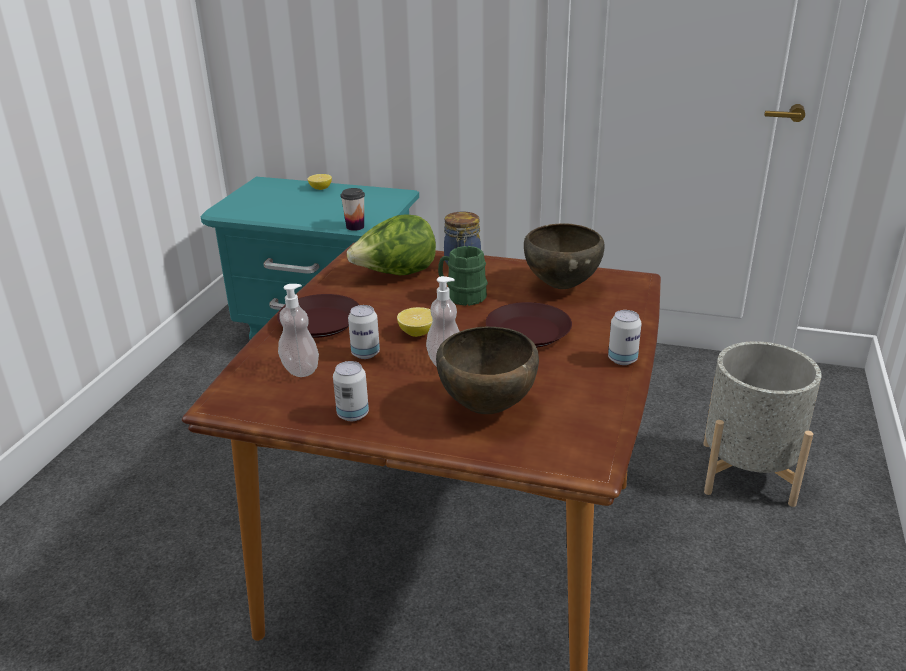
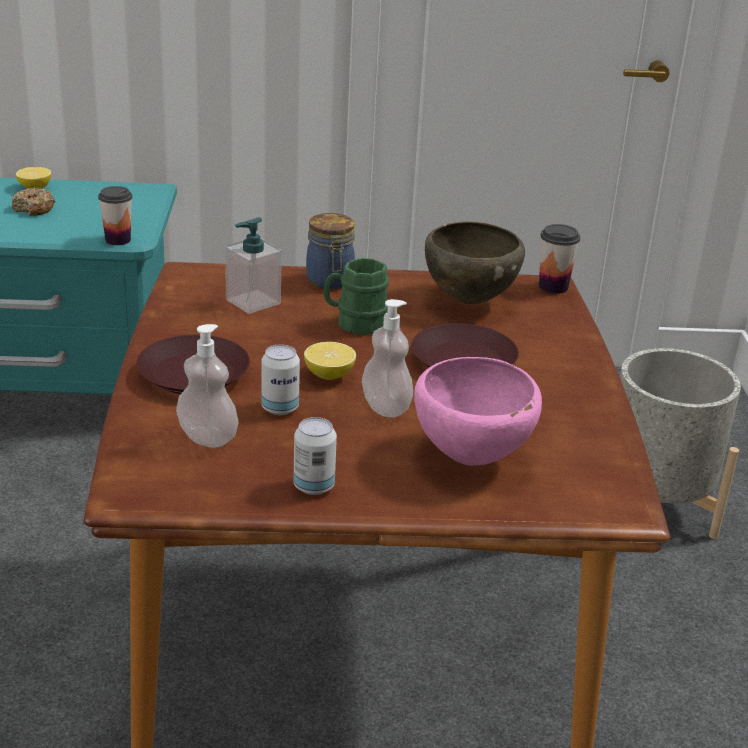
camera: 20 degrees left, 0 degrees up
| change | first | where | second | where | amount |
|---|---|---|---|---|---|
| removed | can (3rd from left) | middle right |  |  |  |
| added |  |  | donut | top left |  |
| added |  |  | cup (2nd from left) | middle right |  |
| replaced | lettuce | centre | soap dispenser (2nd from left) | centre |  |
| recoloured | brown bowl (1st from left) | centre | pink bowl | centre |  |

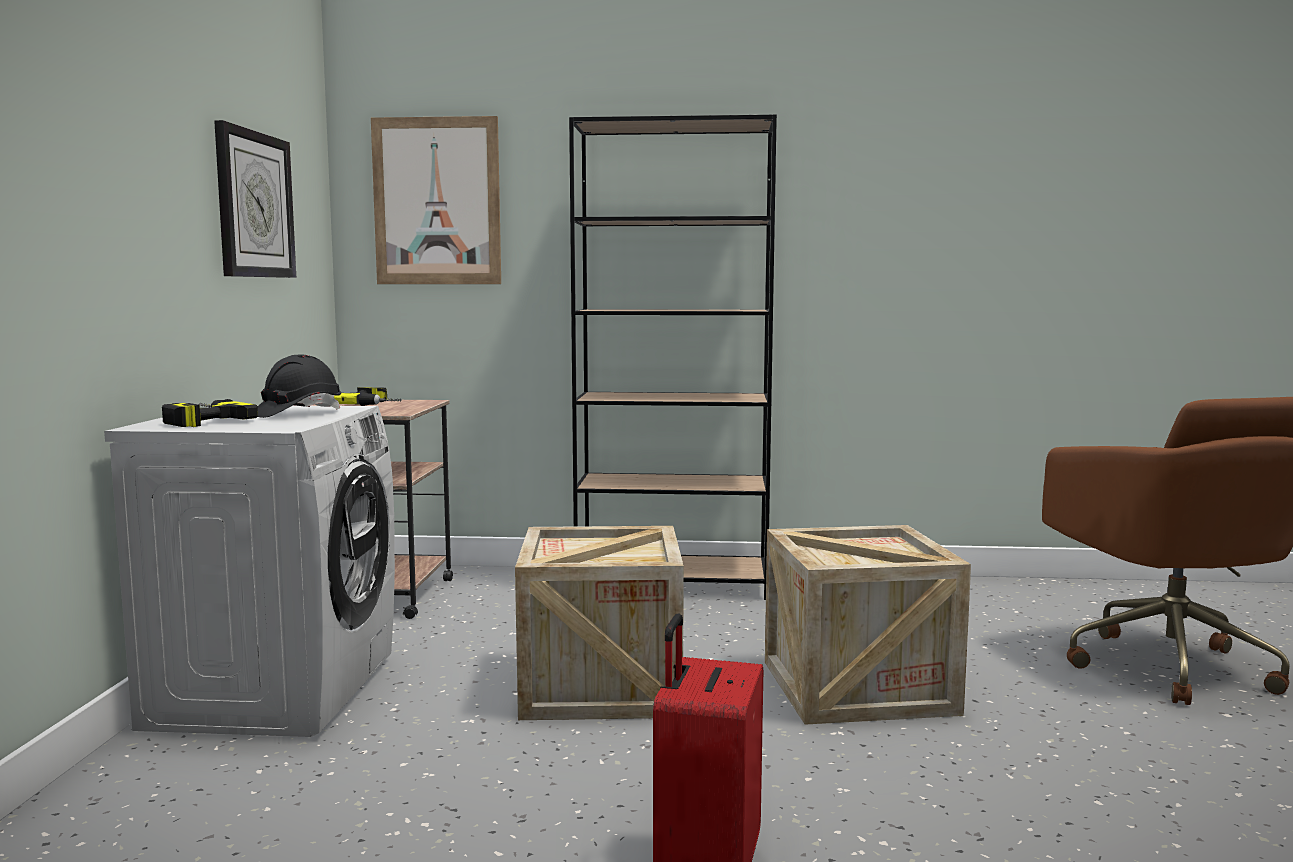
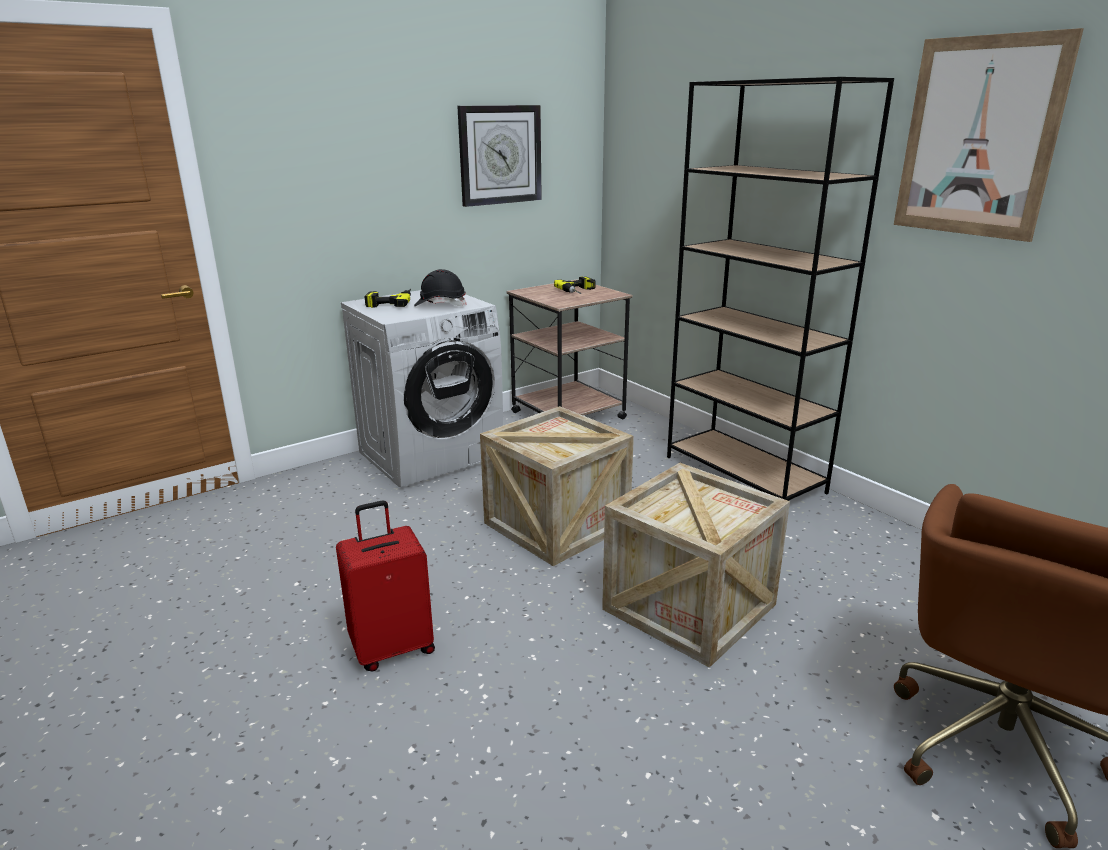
camera: 50 degrees right, 15 degrees up
| change | first | where | second | where | amount |
|---|---|---|---|---|---|
| moved | picture | top centre |  | top right |  |

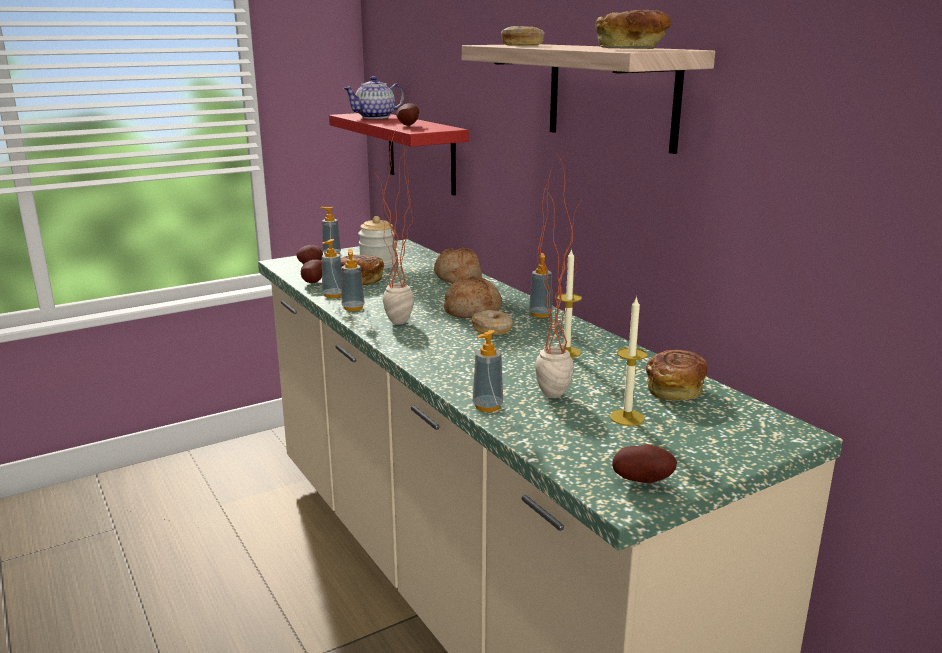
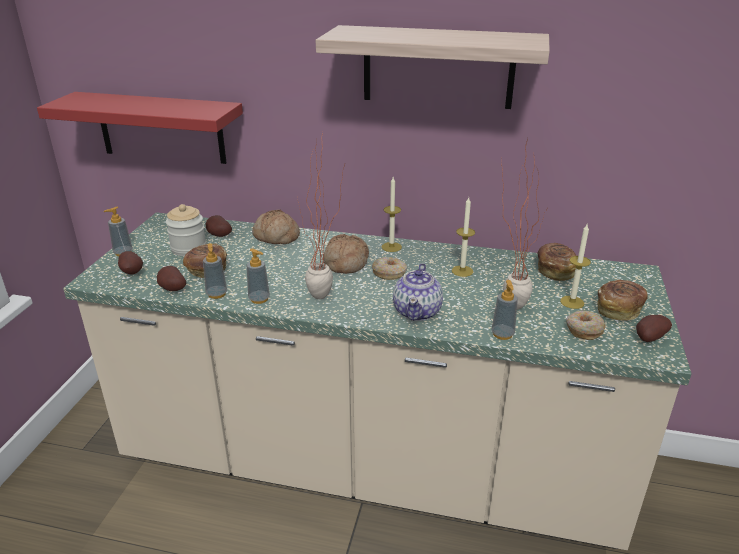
camera: 45 degrees left, 10 degrees up
| change | first | where | second | where | amount |
|---|---|---|---|---|---|
| moved | teapot | top centre |  | centre |  |
| moved | potato (3rd from left) | top centre |  | middle left |  |
| moved | donut (2nd from left) | top centre |  | middle right |  |
| moved | bread (4th from left in the first image) | top right | bread (5th from left) | middle right |  |
| replaced | soap dispenser (5th from left) | centre | candle (1st from left) | centre |  |

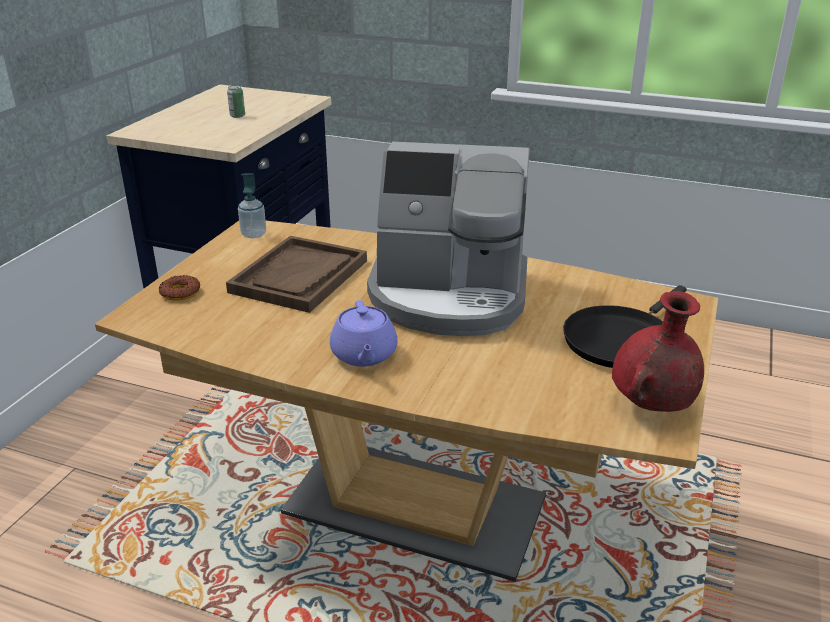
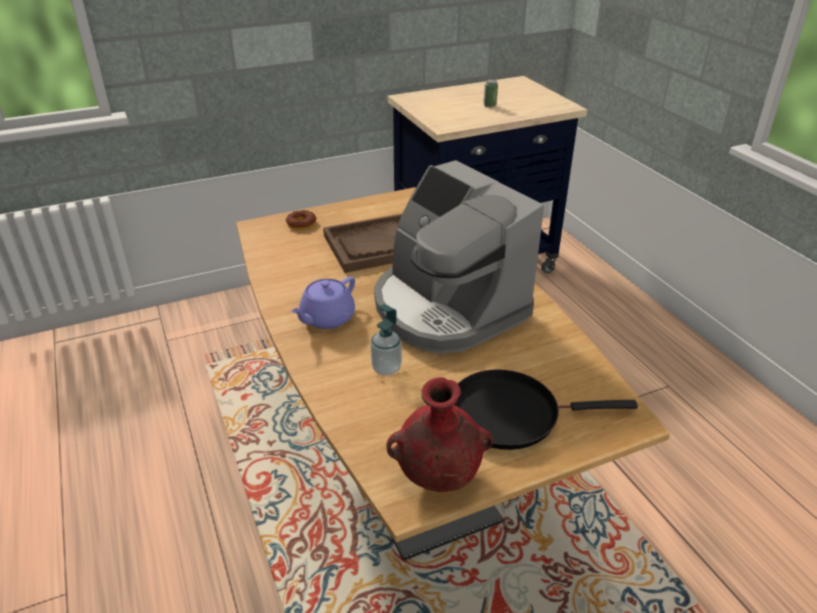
camera: 45 degrees right, 5 degrees up
| change | first | where | second | where | amount |
|---|---|---|---|---|---|
| moved | soap dispenser | top left |  | centre |  |

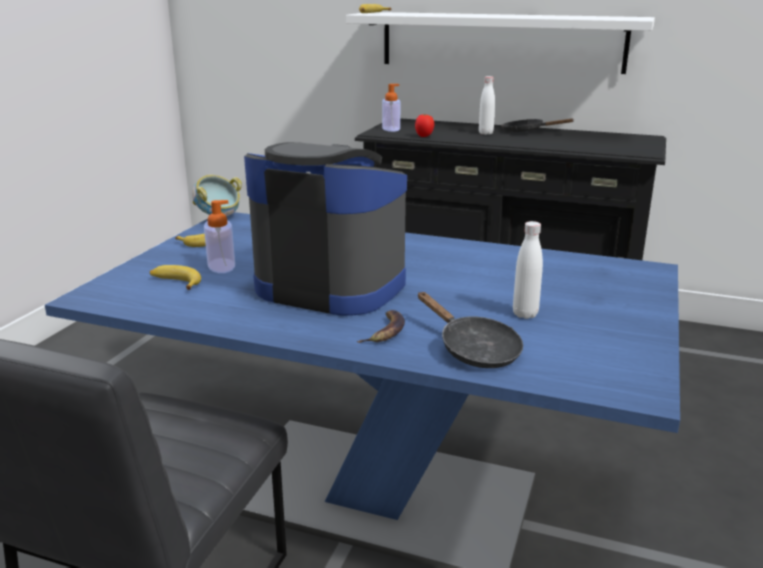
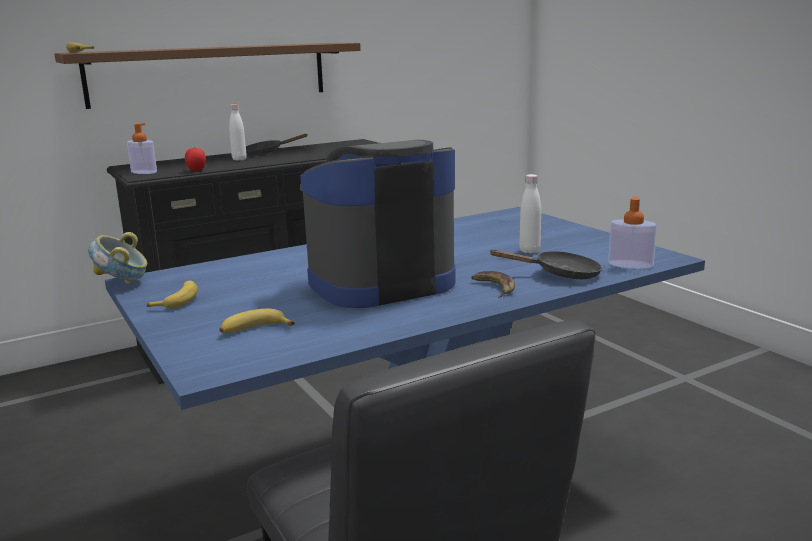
camera: 50 degrees left, 5 degrees down
| change | first | where | second | where | amount |
|---|---|---|---|---|---|
| moved | soap dispenser (1st from left in the first image) | middle left | soap dispenser (2nd from left) | middle right |  |
| recoloured | white shelf | top centre | brown shelf | top left |  |

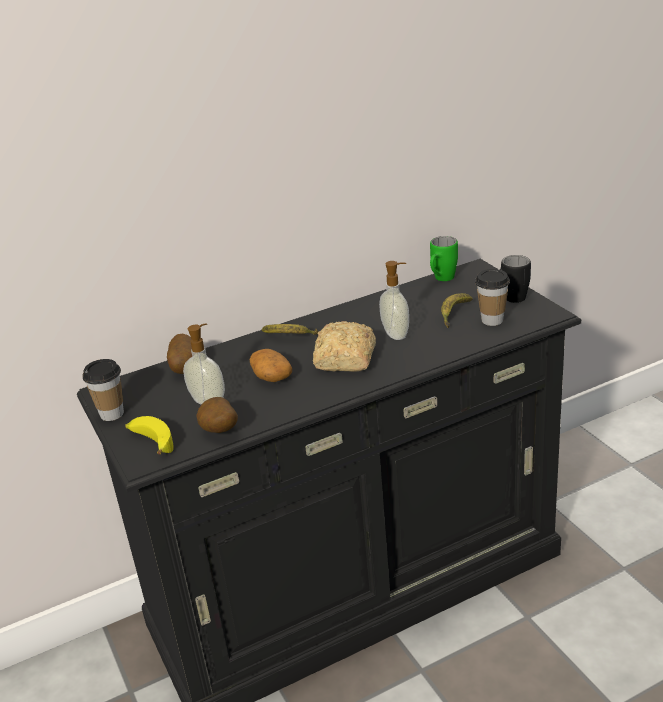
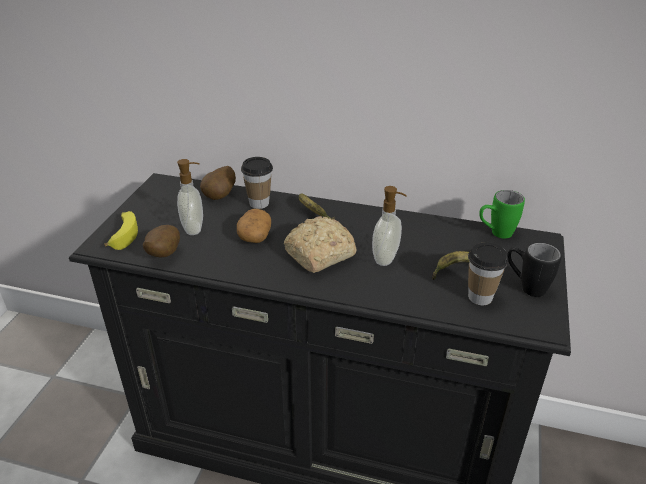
camera: 40 degrees right, 5 degrees up
| change | first | where | second | where | amount |
|---|---|---|---|---|---|
| moved | cup (1st from left) | middle left |  | centre |  |

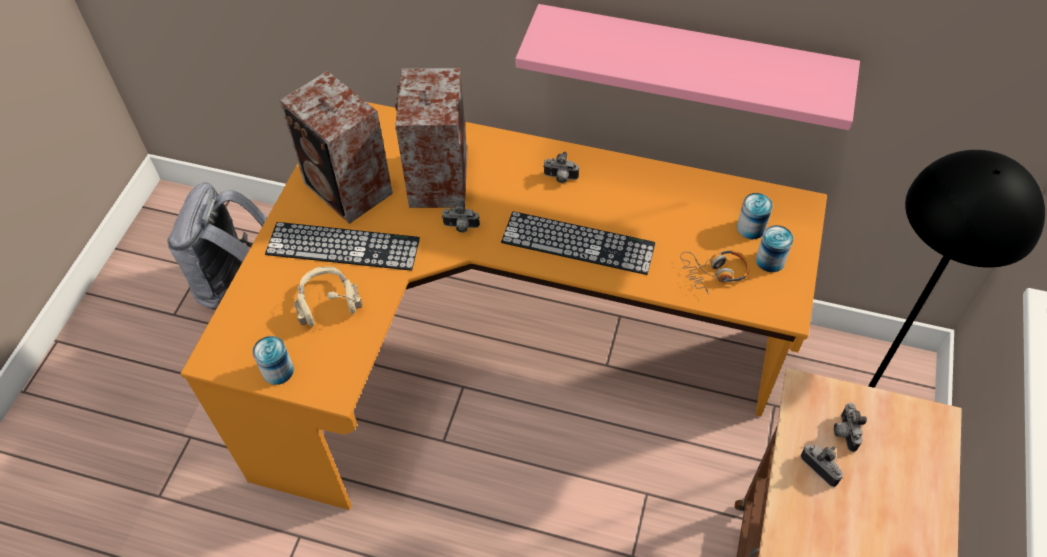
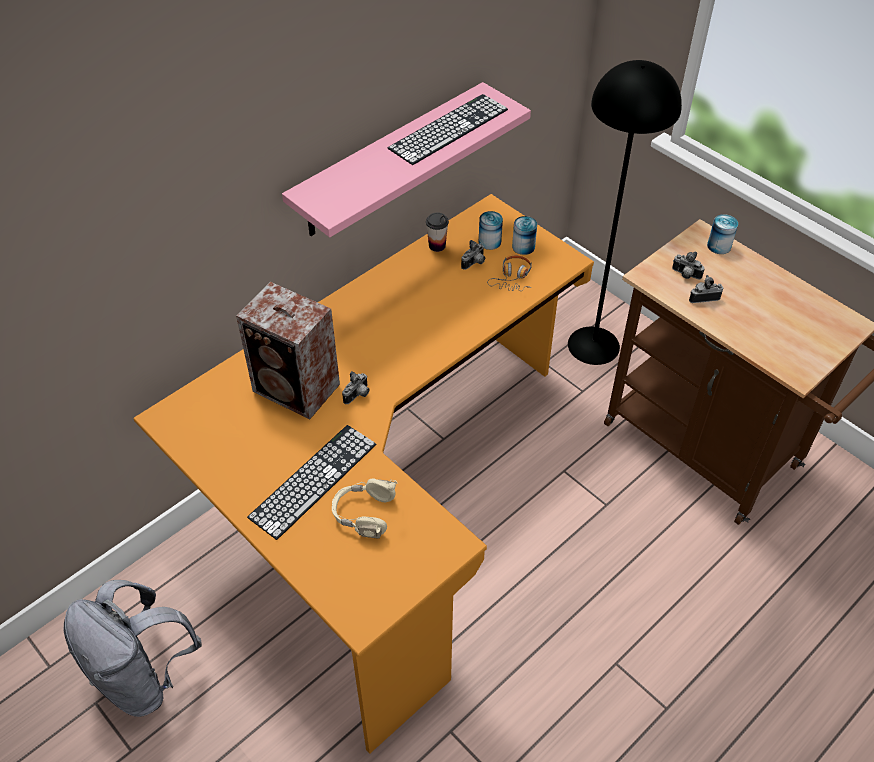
camera: 60 degrees left, 5 degrees down
| change | first | where | second | where | amount |
|---|---|---|---|---|---|
| removed | speaker (1st from left) | top left |  |  |  |
| added |  |  | cup | top centre |  |
| moved | can (1st from left in the first image) | middle left | can (3rd from left) | top right |  |
| moved | keyboard (2nd from left) | centre |  | top centre |  |
| moved | photo camera (2nd from left) | top centre |  | centre |  |

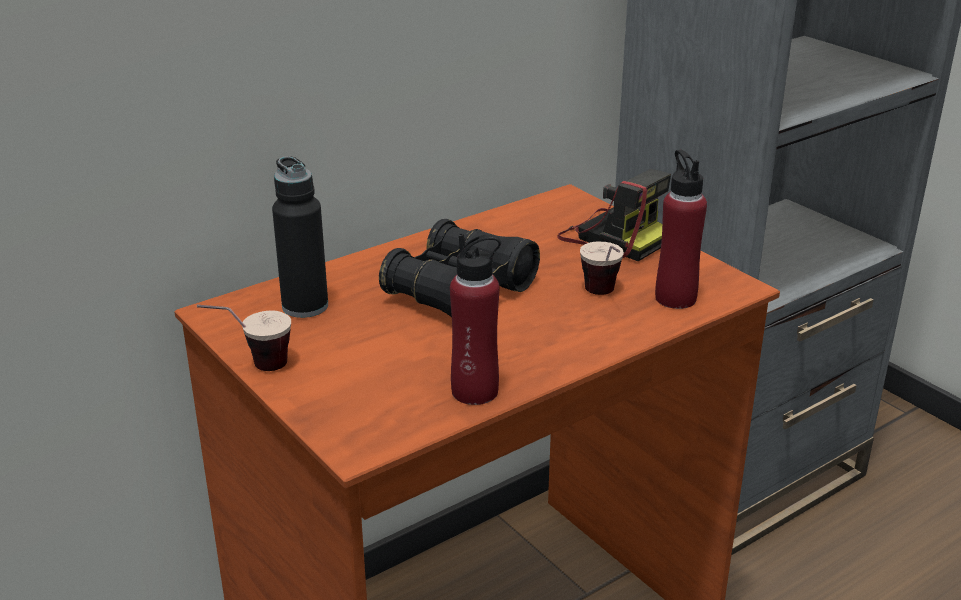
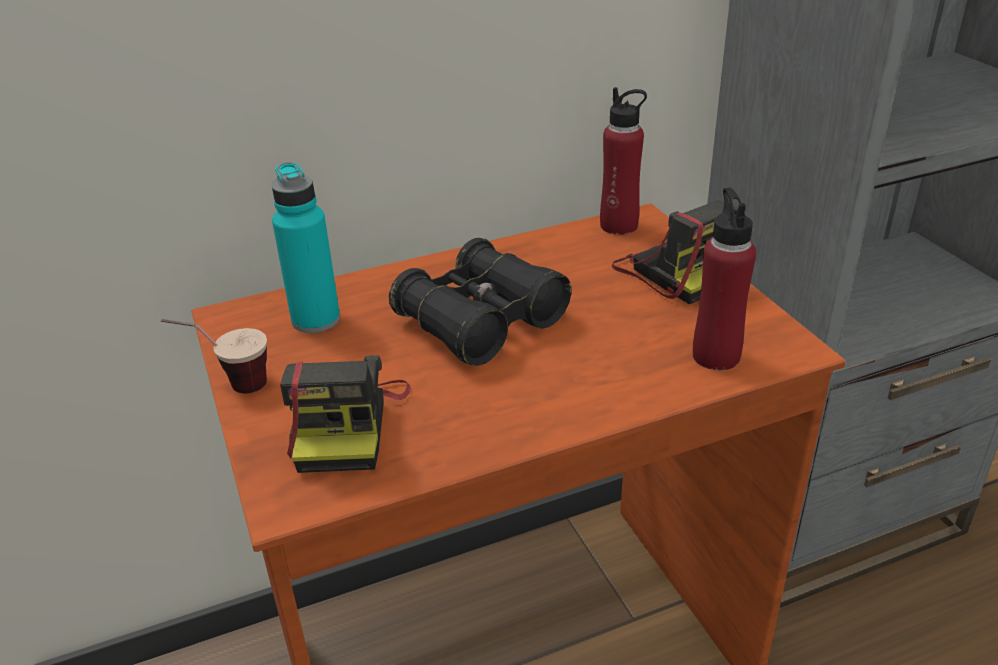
camera: 15 degrees right, 5 degrees up
| change | first | where | second | where | amount |
|---|---|---|---|---|---|
| removed | cup (2nd from left) | centre |  |  |  |
| added |  |  | photo camera (1st from left) | centre |  |
| moved | red bottle (1st from left) | centre |  | top centre |  |
| recoloured | black bottle | middle left | turquoise bottle | middle left |  |

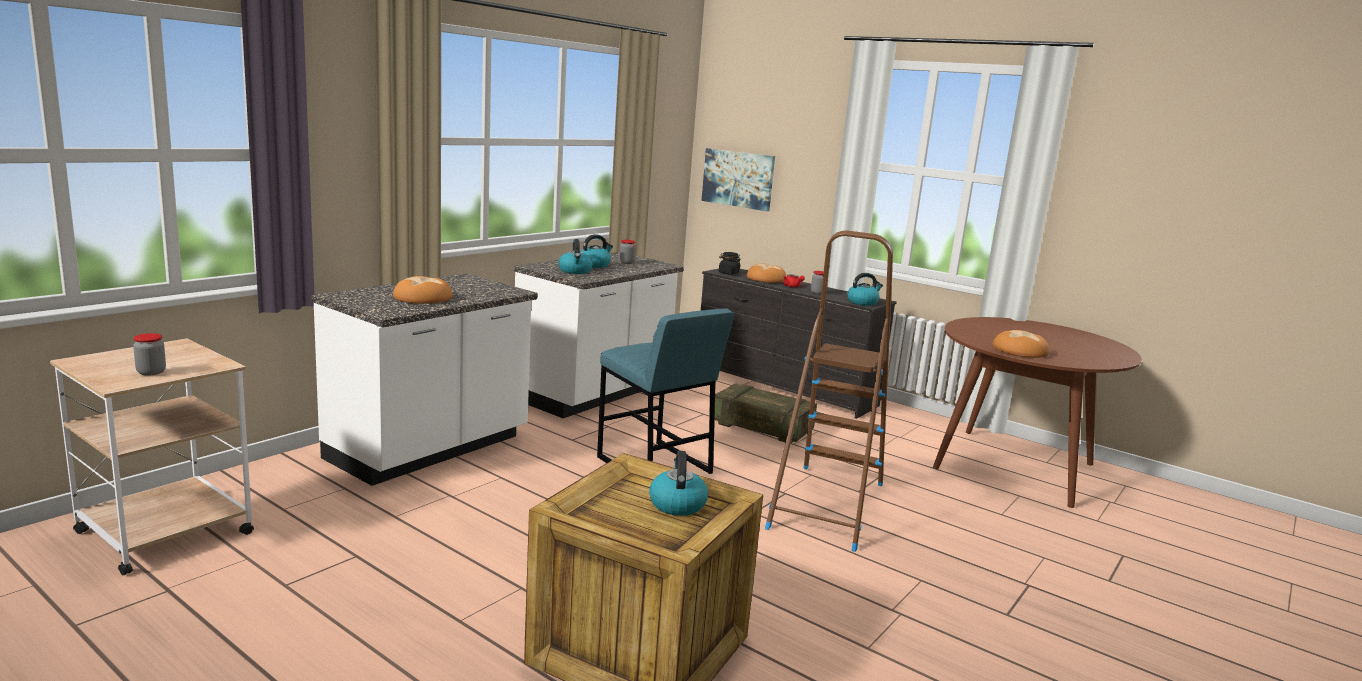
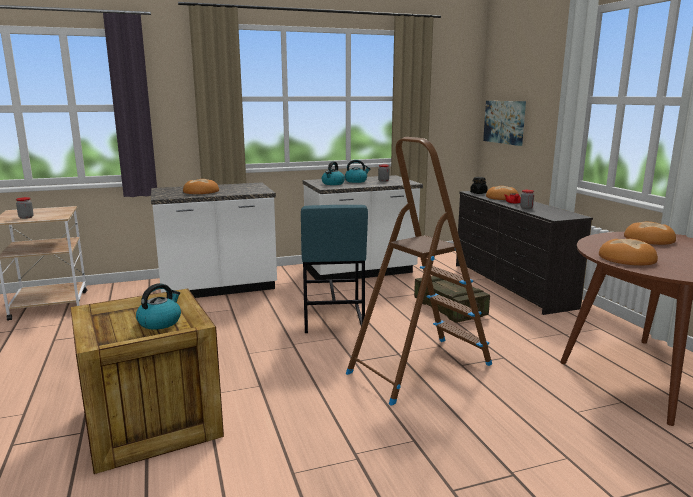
camera: 35 degrees right, 0 degrees up
| change | first | where | second | where | amount |
|---|---|---|---|---|---|
| removed | kettle (4th from left) | centre |  |  |  |
| added |  |  | bread (4th from left) | middle right |  |

